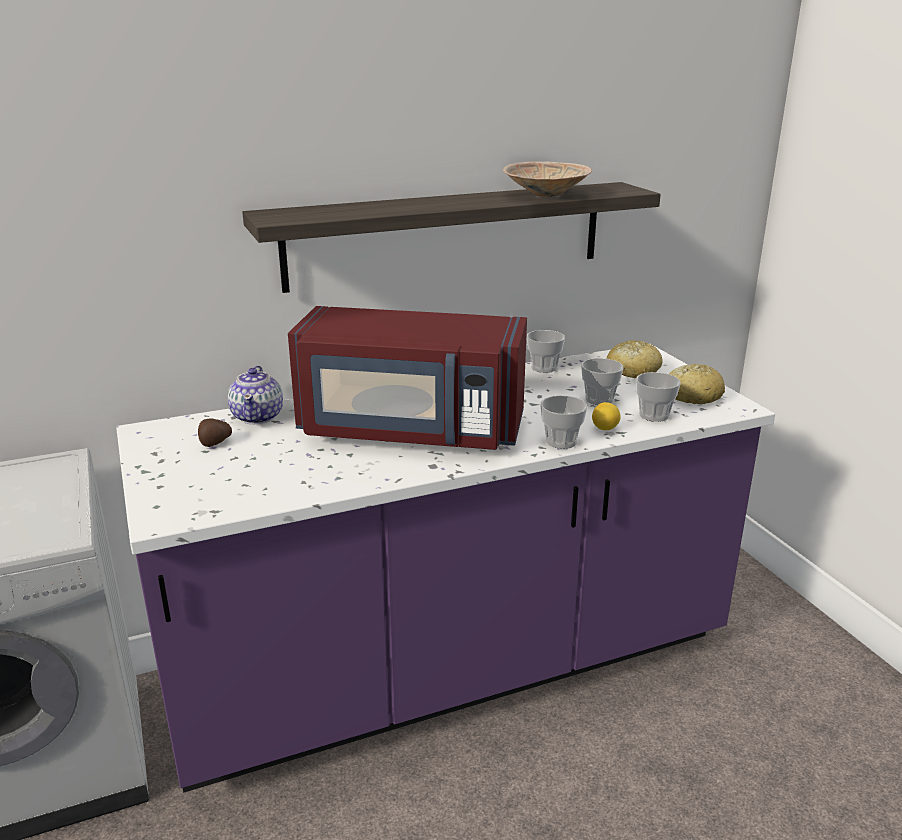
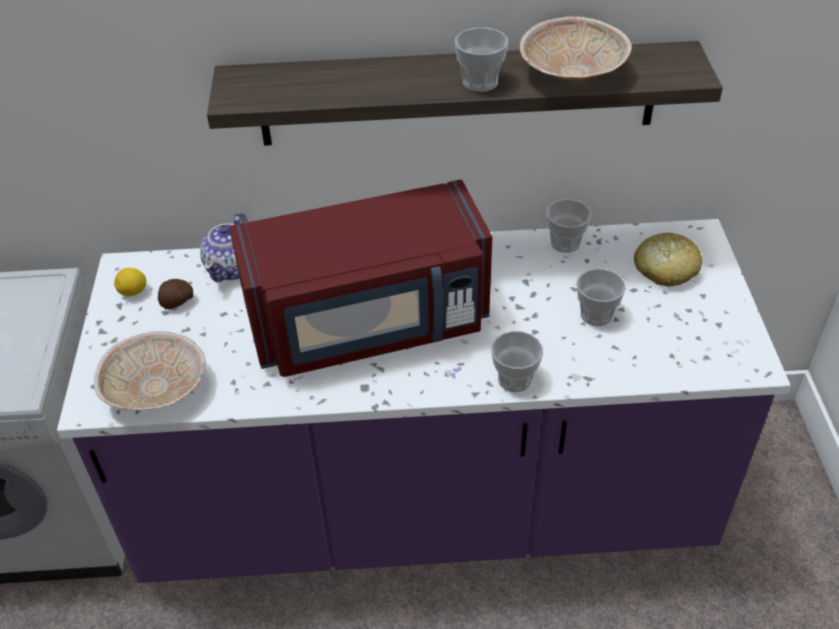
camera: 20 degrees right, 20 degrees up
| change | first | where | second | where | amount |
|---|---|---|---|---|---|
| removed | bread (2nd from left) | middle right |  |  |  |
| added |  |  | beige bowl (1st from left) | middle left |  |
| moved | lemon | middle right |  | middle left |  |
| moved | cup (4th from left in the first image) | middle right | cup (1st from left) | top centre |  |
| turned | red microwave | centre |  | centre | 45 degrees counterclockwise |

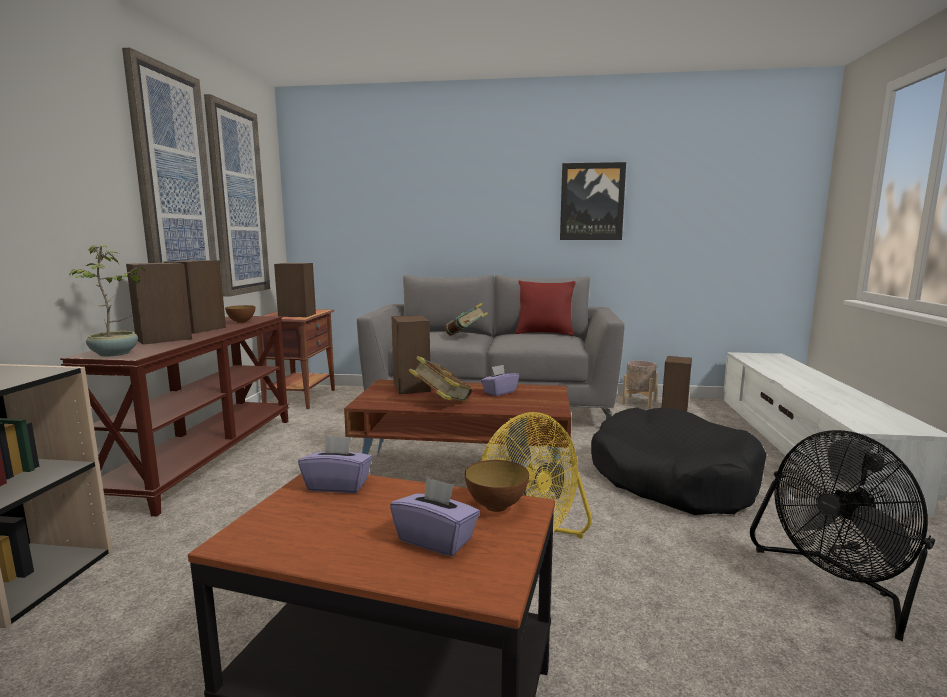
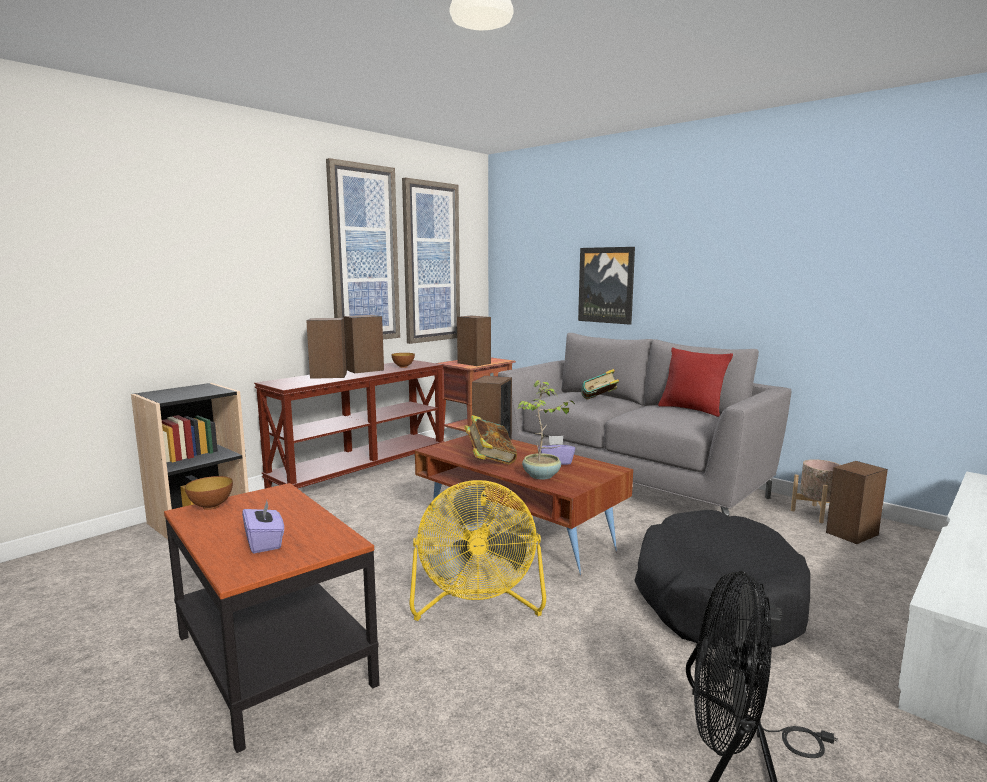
camera: 35 degrees right, 0 degrees up
| change | first | where | second | where | amount |
|---|---|---|---|---|---|
| removed | purple tissue box (1st from left) | centre |  |  |  |
| moved | potted plant | middle left |  | centre |  |
| moved | bowl (2nd from left in the first image) | bottom centre | bowl (1st from left) | middle left |  |
| moved | picture (3rd from left) | top centre |  | centre |  |

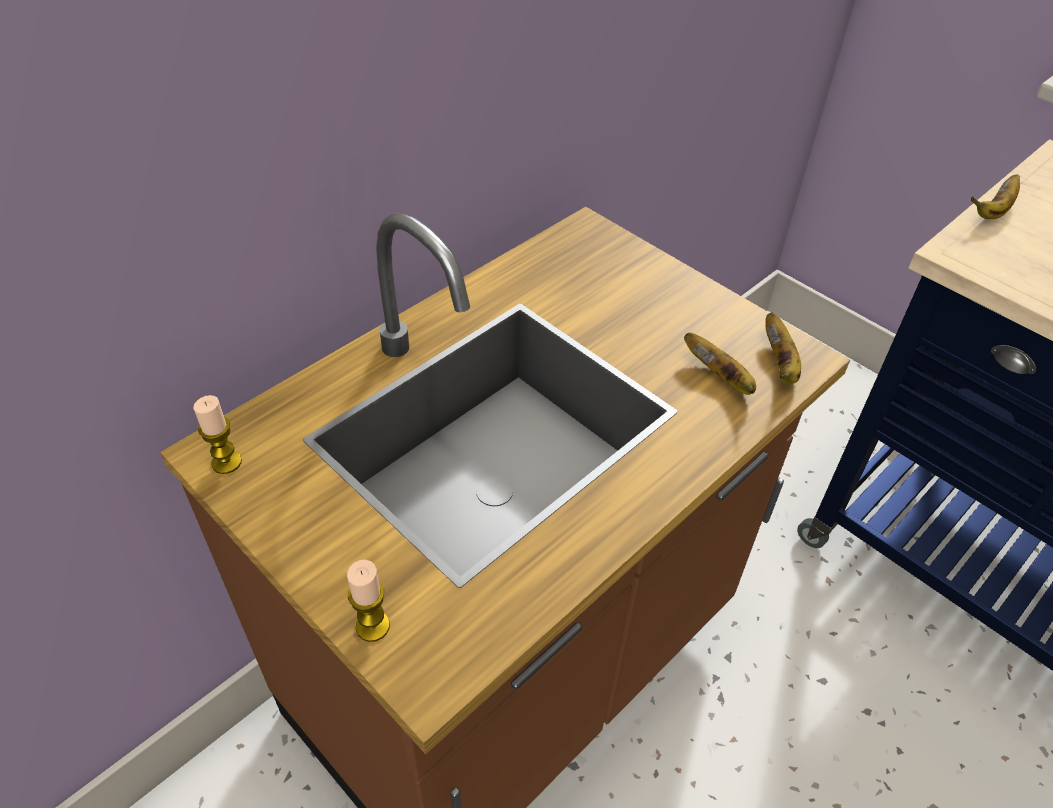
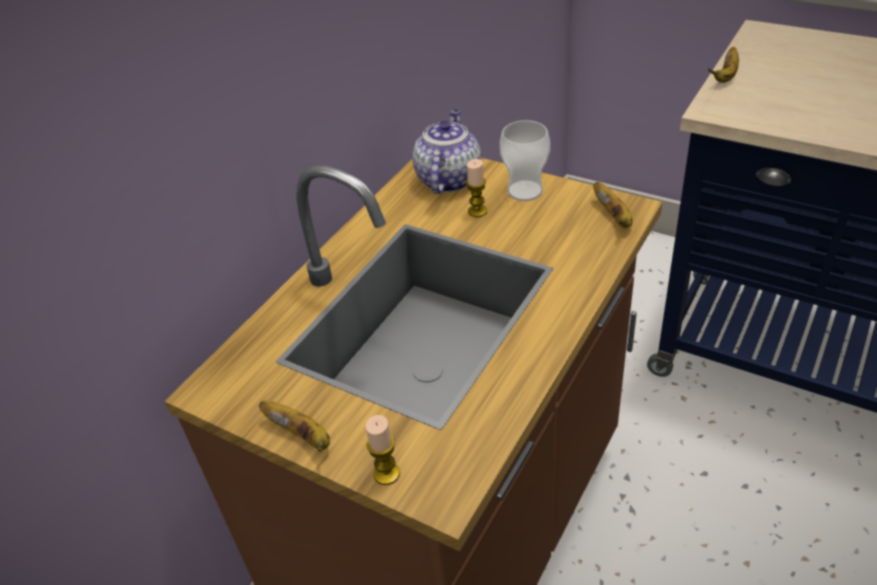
camera: 10 degrees left, 5 degrees down
| change | first | where | second | where | amount |
|---|---|---|---|---|---|
| added |  |  | teapot | top centre |  |
| added |  |  | cup | top centre |  |
| moved | candle (1st from left in the first image) | middle left | candle (2nd from left) | top centre |  |
| moved | banana (1st from left) | middle right |  | bottom centre |  |

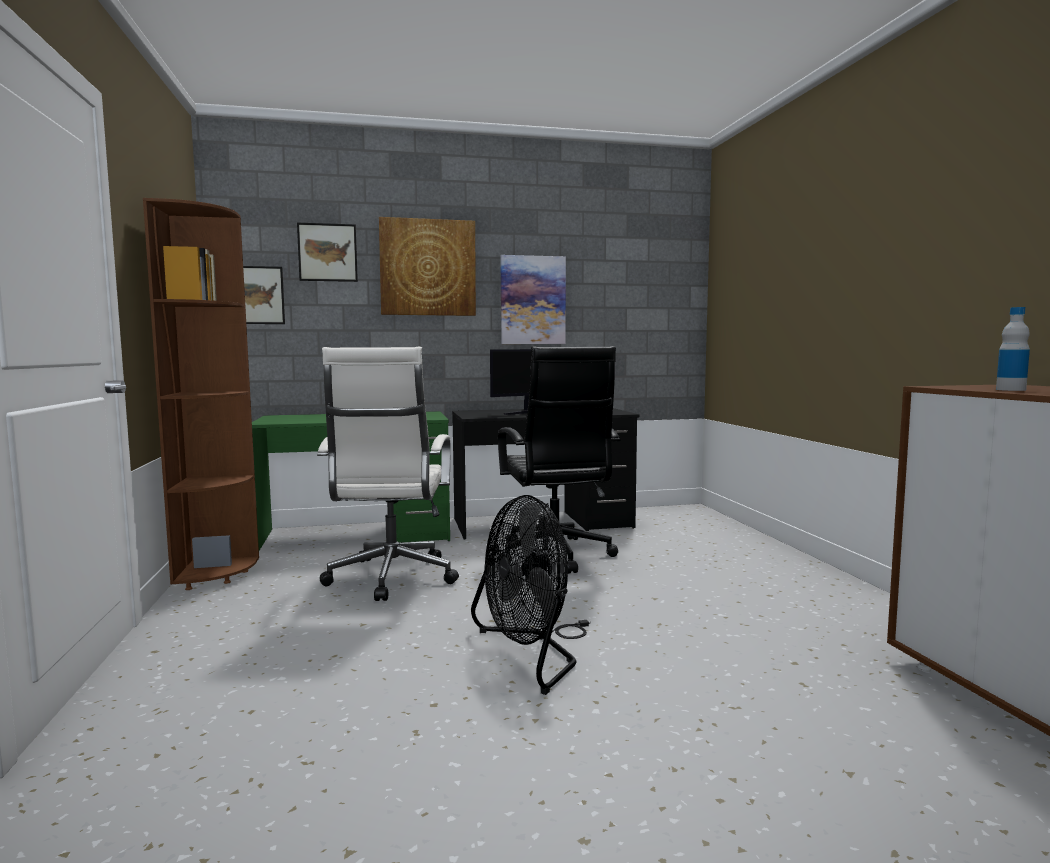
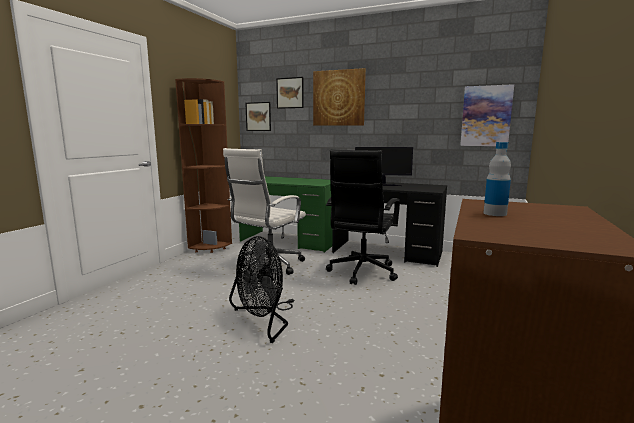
camera: 35 degrees right, 5 degrees up
| change | first | where | second | where | amount |
|---|---|---|---|---|---|
| moved | picture (4th from left) | centre |  | top right |  |
| turned | black fan | bottom centre |  | bottom centre | 45 degrees counterclockwise |

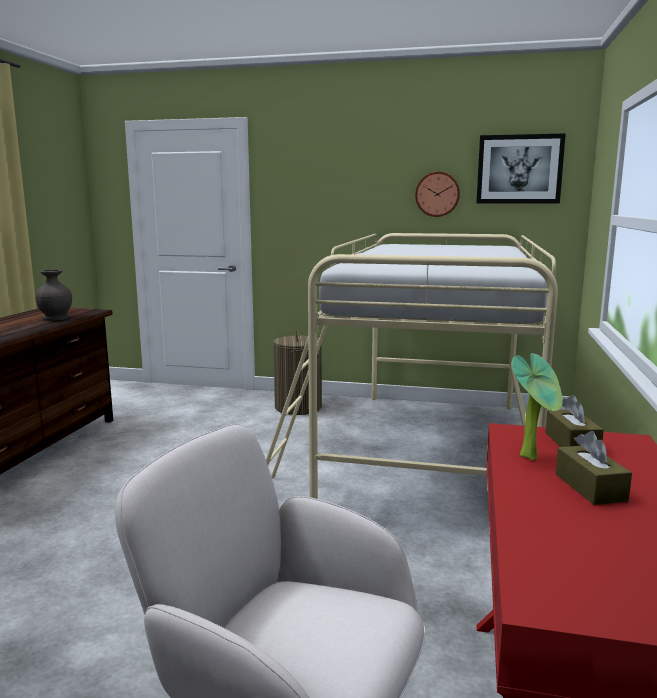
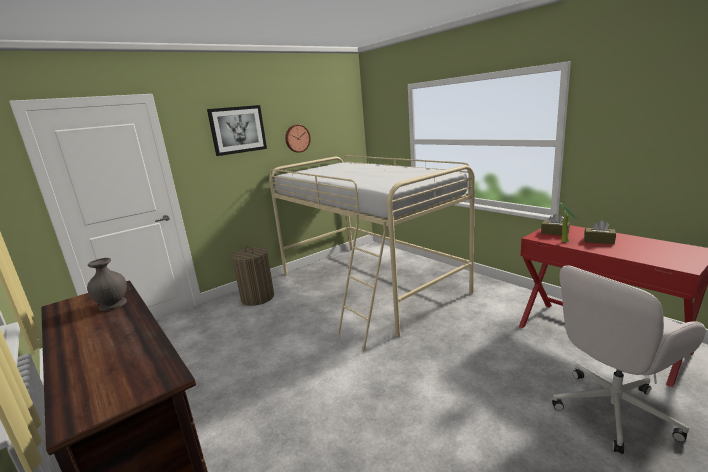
camera: 50 degrees left, 5 degrees up
| change | first | where | second | where | amount |
|---|---|---|---|---|---|
| moved | picture | top right |  | top centre |  |

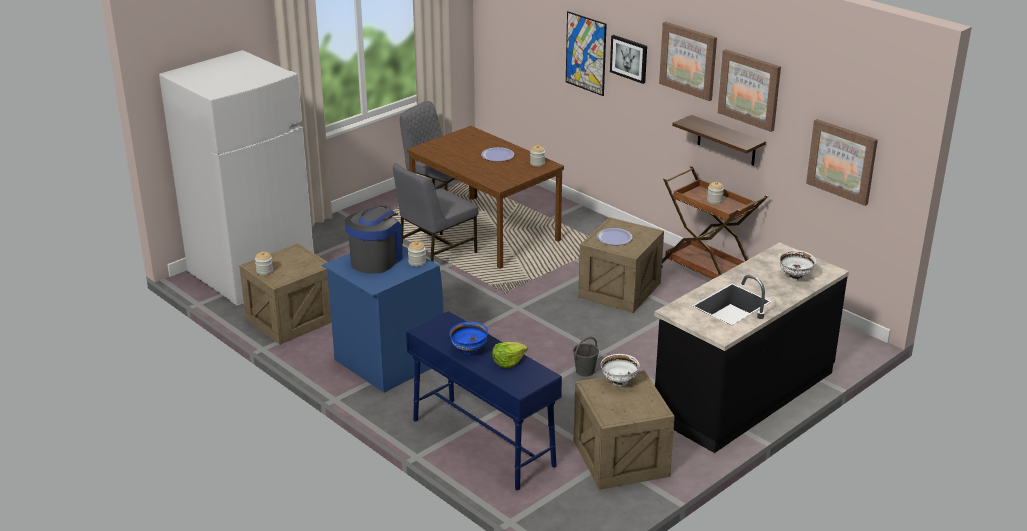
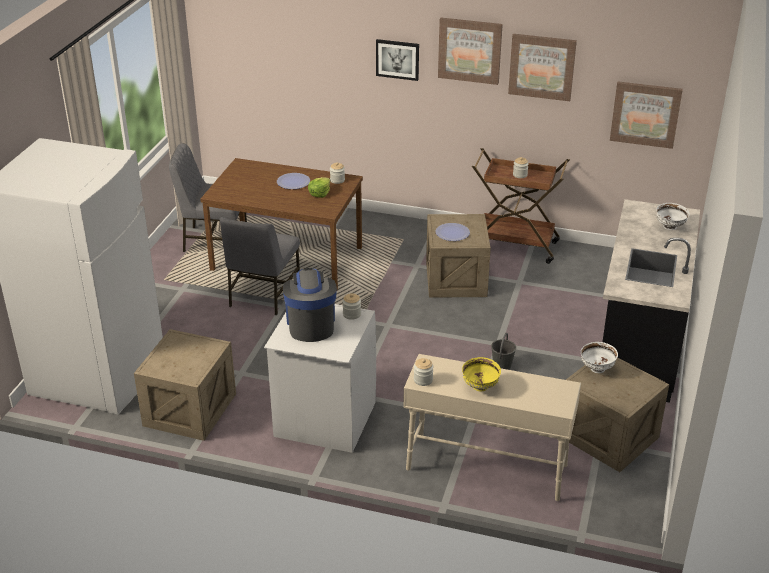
camera: 30 degrees left, 5 degrees up
| change | first | where | second | where | amount |
|---|---|---|---|---|---|
| removed | picture (1st from left) | top centre |  |  |  |
| removed | shelf | top right |  |  |  |
| moved | jar (1st from left in the first image) | middle left | jar (3rd from left) | centre |  |
| moved | lettuce | bottom centre |  | top centre |  |
| recoloured | blue washing machine | centre | white washing machine | centre |  |
| recoloured | blue console table | bottom centre | beige console table | bottom centre |  |
| recoloured | blue bowl | centre | yellow bowl | centre |  |

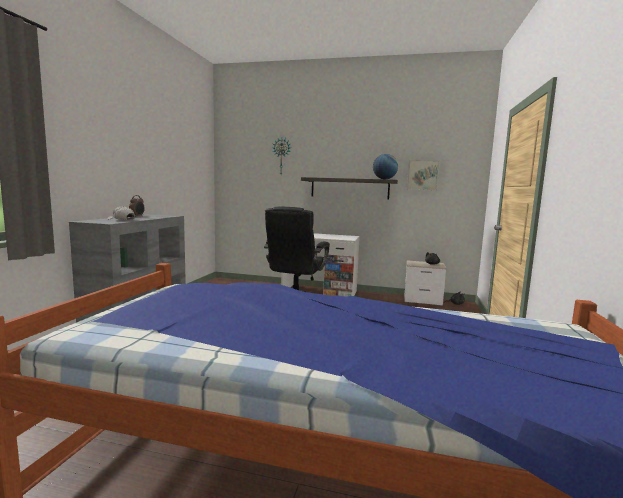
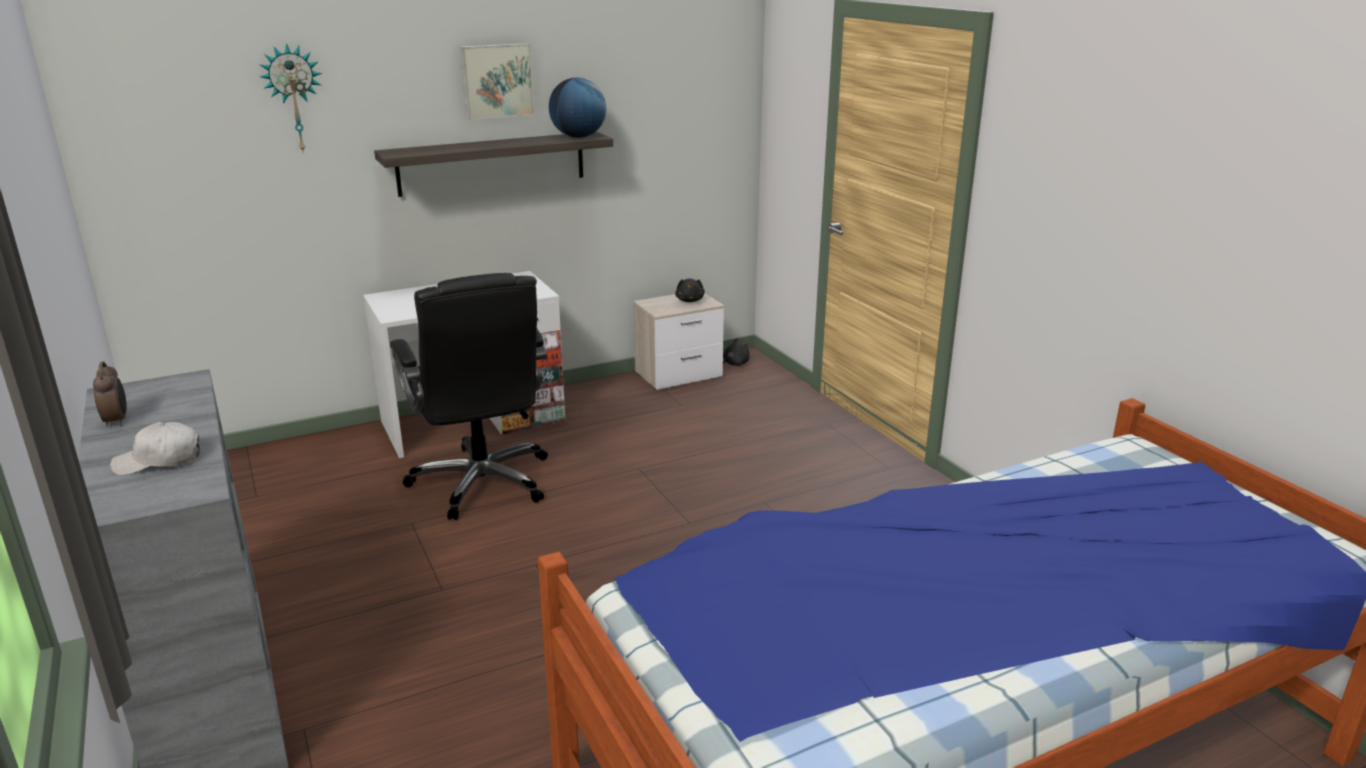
camera: 40 degrees left, 15 degrees up
| change | first | where | second | where | amount |
|---|---|---|---|---|---|
| moved | picture | middle right |  | top centre |  |

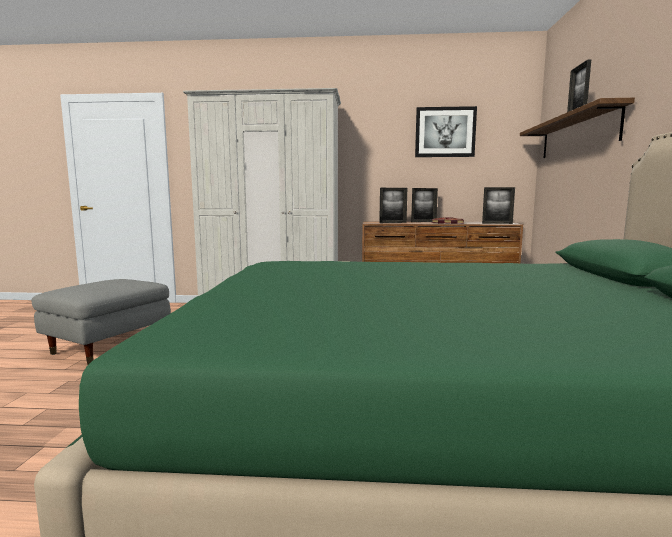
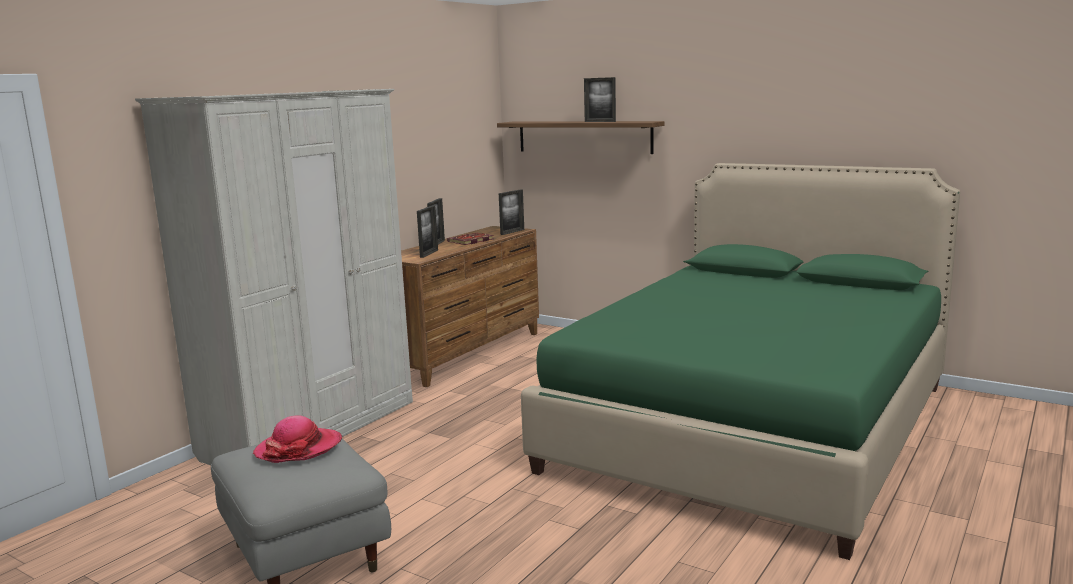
camera: 60 degrees left, 5 degrees up
| change | first | where | second | where | amount |
|---|---|---|---|---|---|
| removed | picture | top centre |  |  |  |
| added |  |  | hat | bottom left |  |

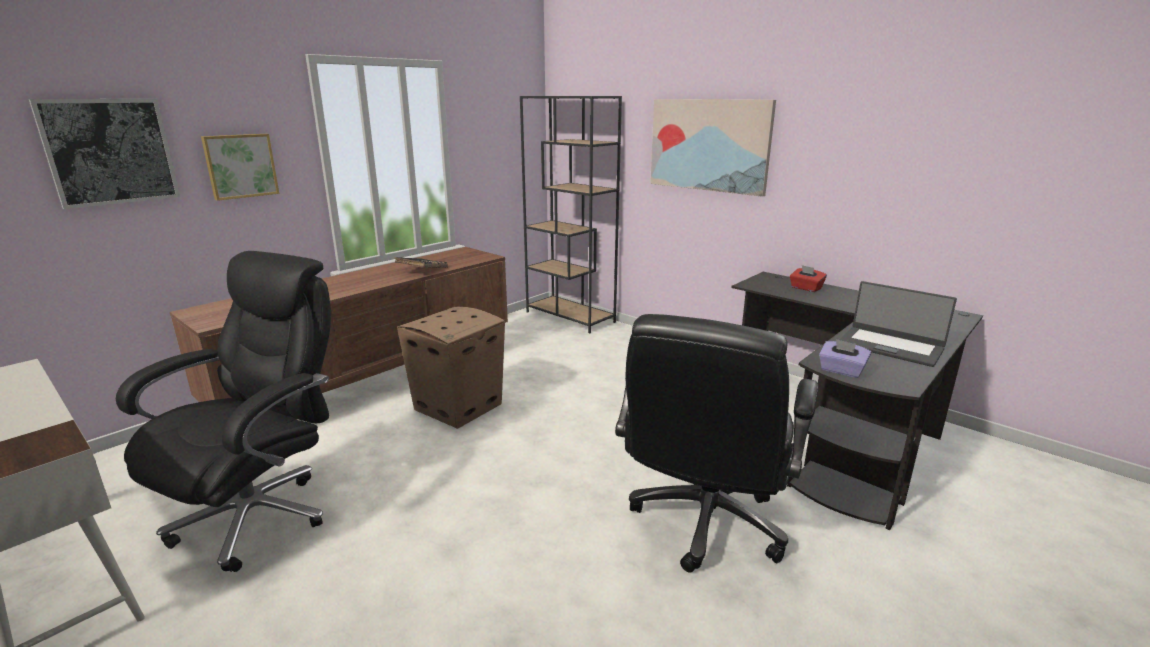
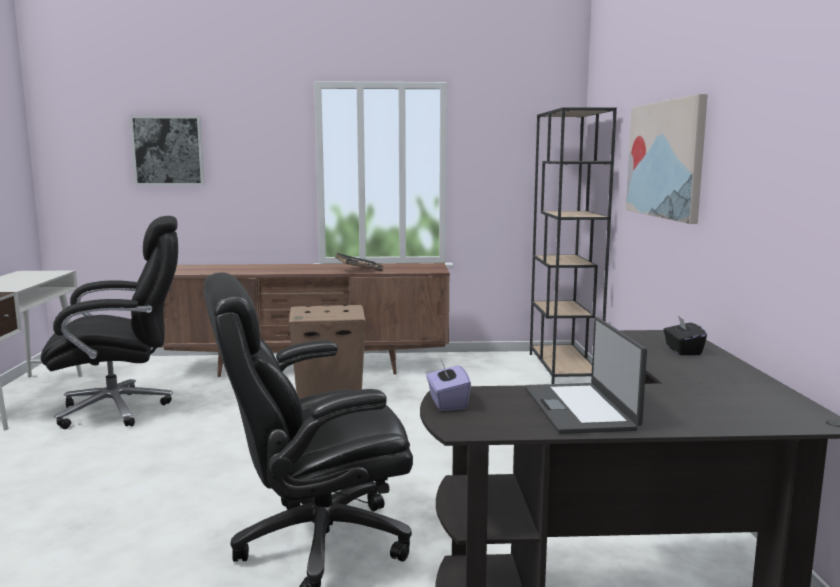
camera: 45 degrees right, 10 degrees down
| change | first | where | second | where | amount |
|---|---|---|---|---|---|
| removed | picture (2nd from left) | top left |  |  |  |
| recoloured | red tissue box | middle right | black tissue box | middle right |  |

